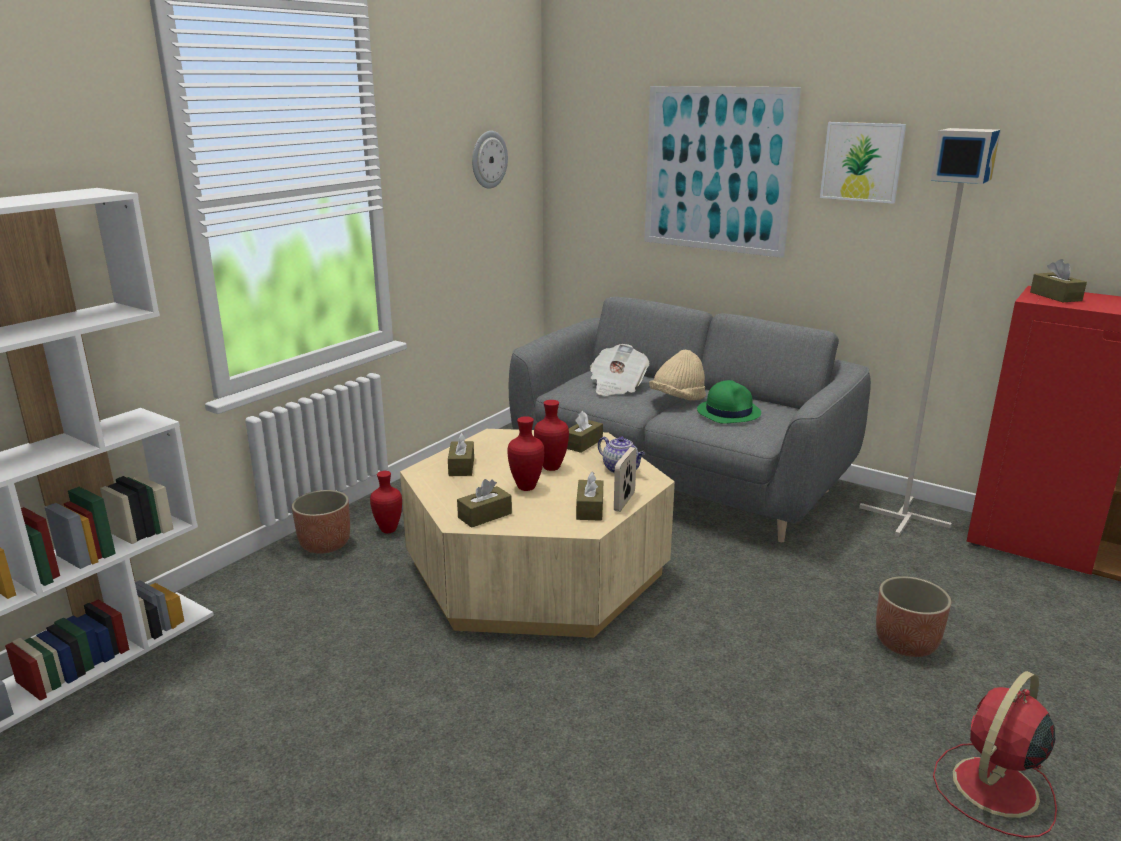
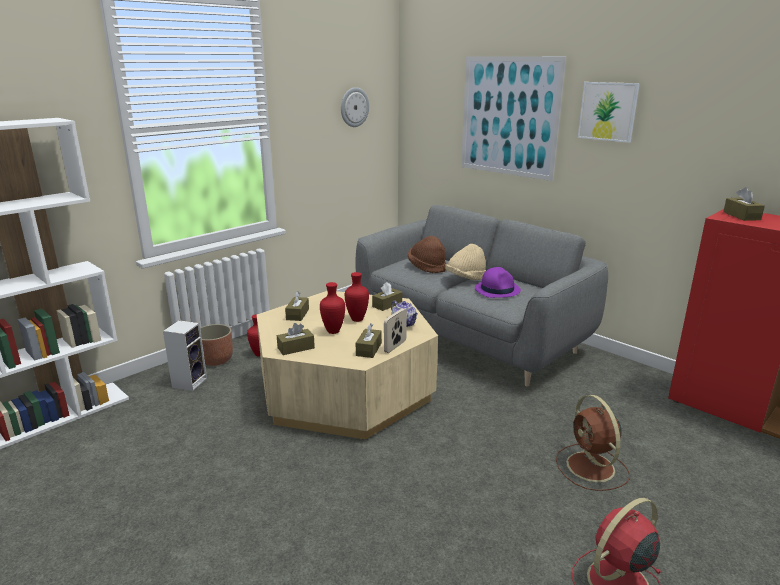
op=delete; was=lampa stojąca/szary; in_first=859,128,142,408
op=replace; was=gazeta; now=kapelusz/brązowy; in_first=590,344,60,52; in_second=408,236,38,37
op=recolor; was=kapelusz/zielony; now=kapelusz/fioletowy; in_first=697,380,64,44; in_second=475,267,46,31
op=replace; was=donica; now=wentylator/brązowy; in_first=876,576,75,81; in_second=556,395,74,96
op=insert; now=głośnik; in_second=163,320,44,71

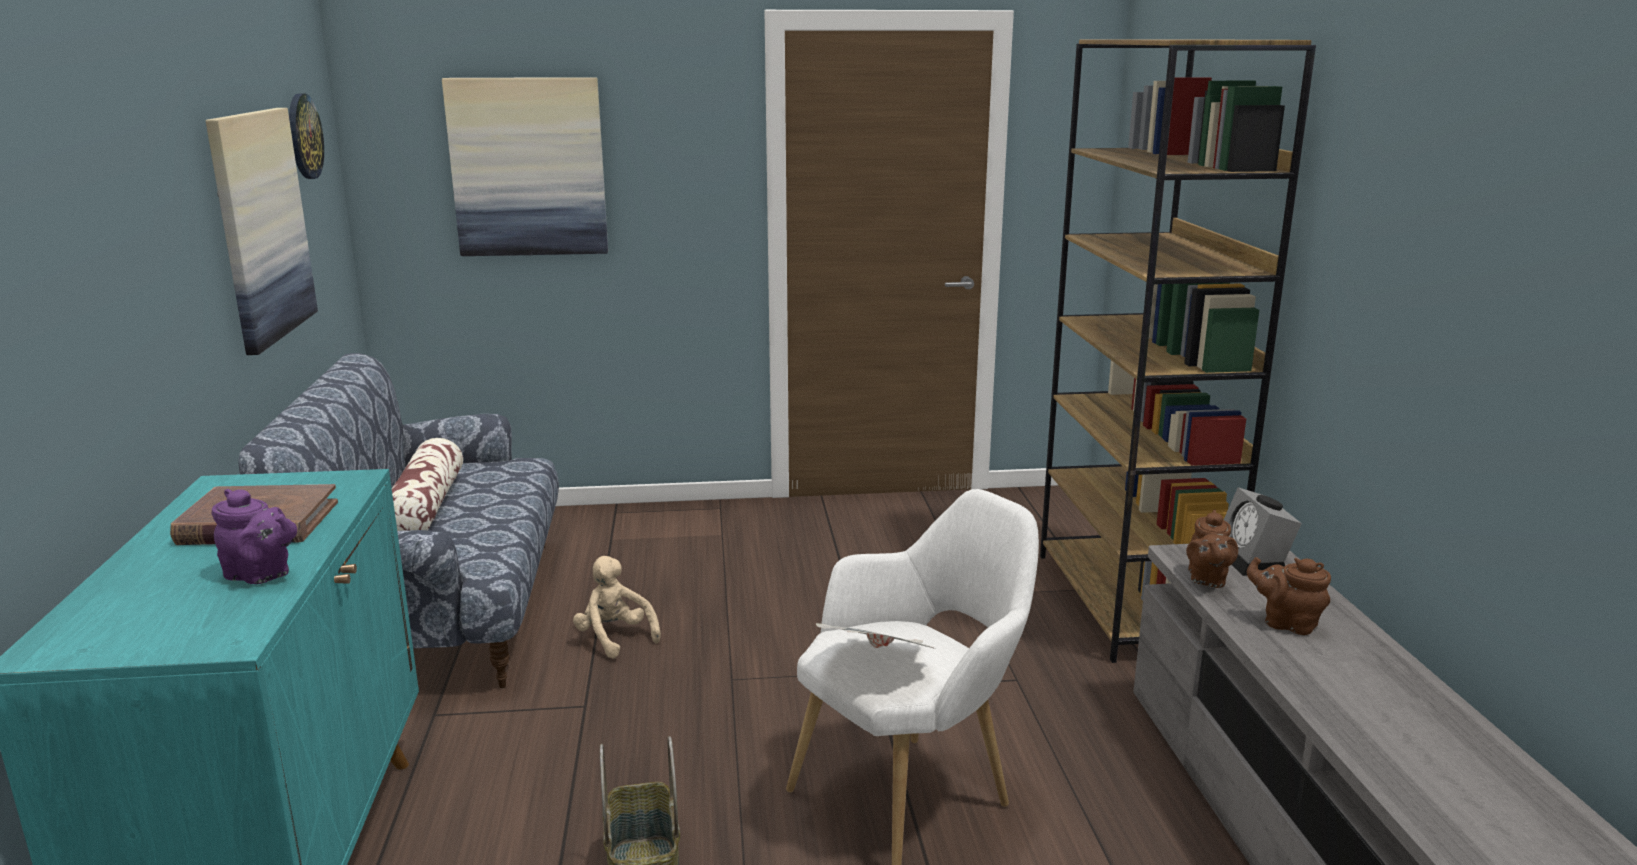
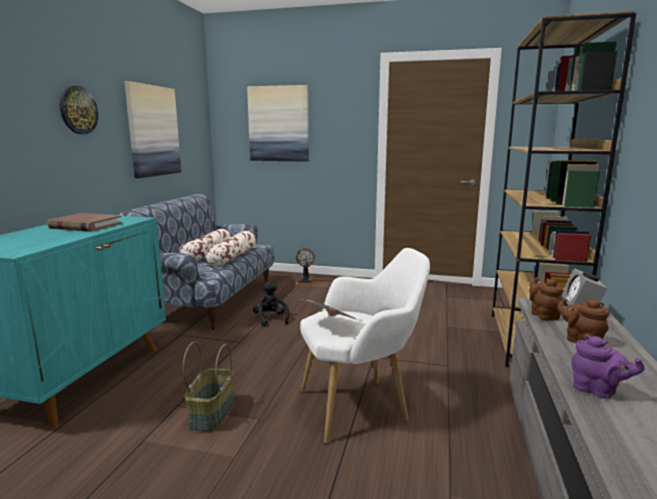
op=move; was=zegar ścienny; in_first=289,94,35,85; in_second=60,86,38,48
op=move; was=imbryk/fioletowy; in_first=212,489,85,95; in_second=571,335,74,64
op=rotate; was=imbryk/brązowy; in_first=1186,509,52,79; in_second=529,277,34,43; clockwise=135
op=recolor; was=pluszak/beżowy; now=pluszak/czarny; in_first=573,556,88,103; in_second=252,281,37,45
op=insert; now=poduszka; in_second=205,231,51,36
op=insert; now=wentylator; in_second=295,248,20,37

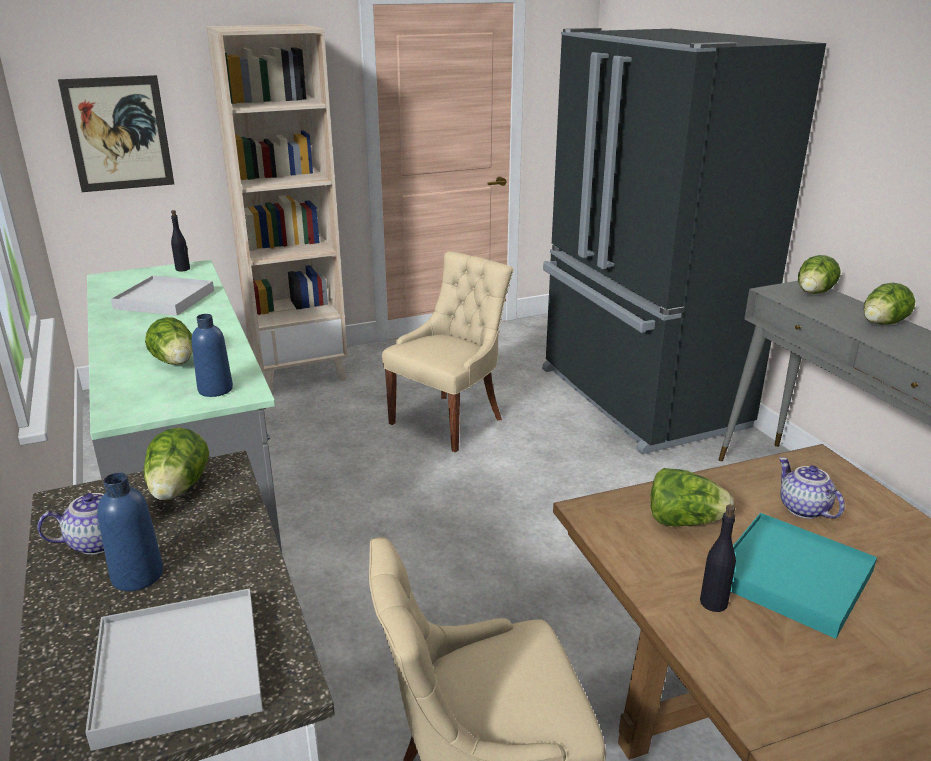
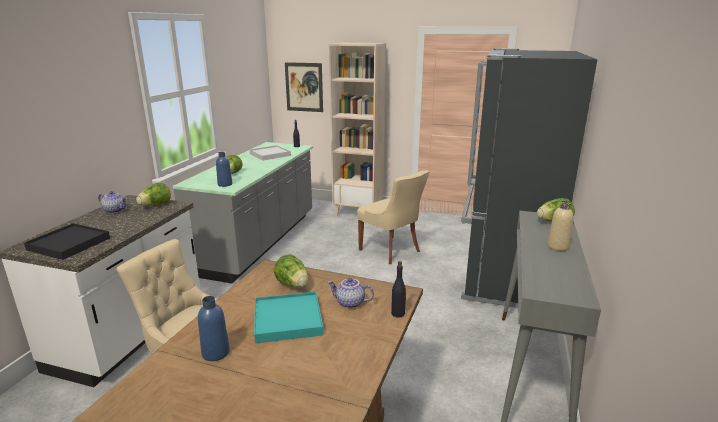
op=rotate; was=krzesło/beżowy; in_first=382,251,131,201; in_second=357,170,72,94; clockwise=60
op=replace; was=sałata; now=butelka/beżowy; in_first=863,283,52,42; in_second=547,201,27,50
op=rotate; was=imbryk; in_first=779,457,66,62; in_second=328,278,46,31; clockwise=-90
op=move; was=butelka/niebieski; in_first=97,472,66,119; in_second=198,296,32,65
op=move; was=butelka/czarny; in_first=700,505,36,107; in_second=391,261,15,57
op=recolor; was=taca/biały; now=taca/czarny; in_first=85,589,178,162; in_second=24,223,86,37

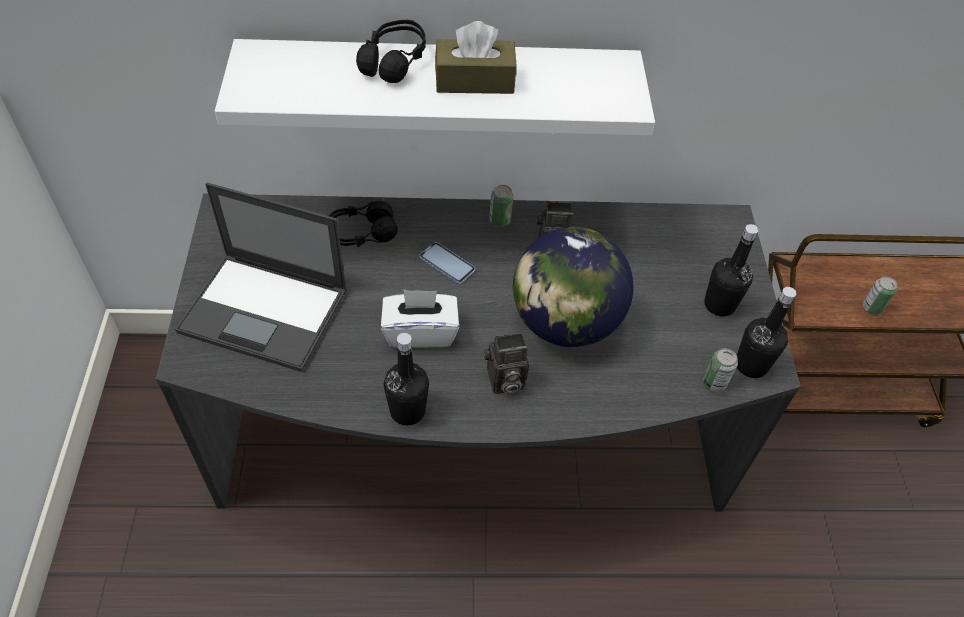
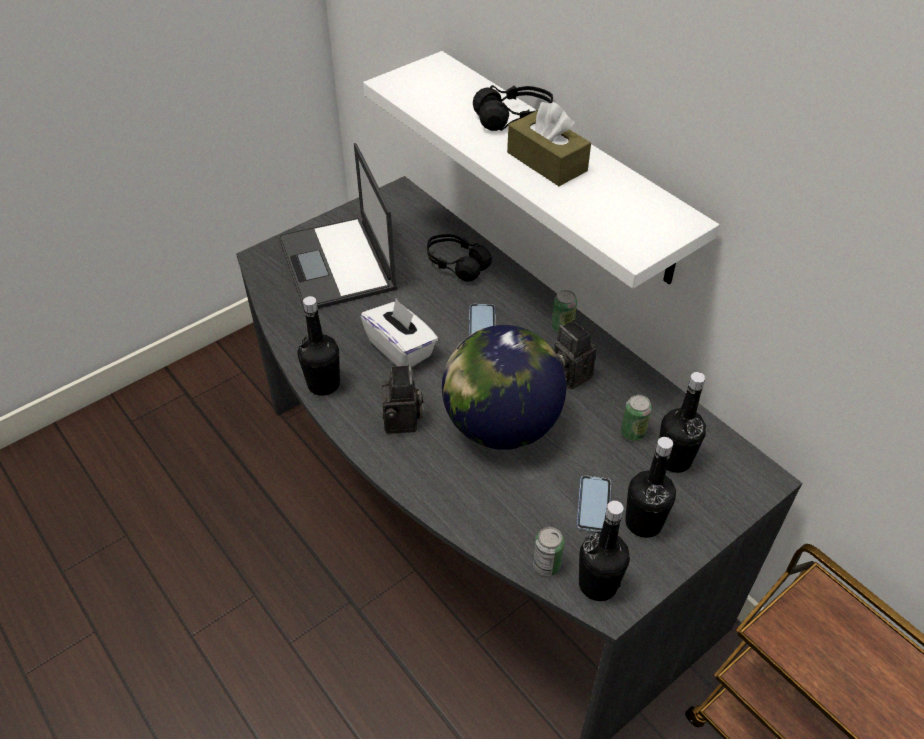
op=move; was=puszka; in_first=863,276,34,39; in_second=621,395,31,46
op=rotate; was=aparat fotograficzny; in_first=484,333,45,61; in_second=382,363,42,71; clockwise=-135
op=insert; now=butelka/czarny; in_second=659,372,47,101
op=insert; now=telefon; in_second=577,475,34,57

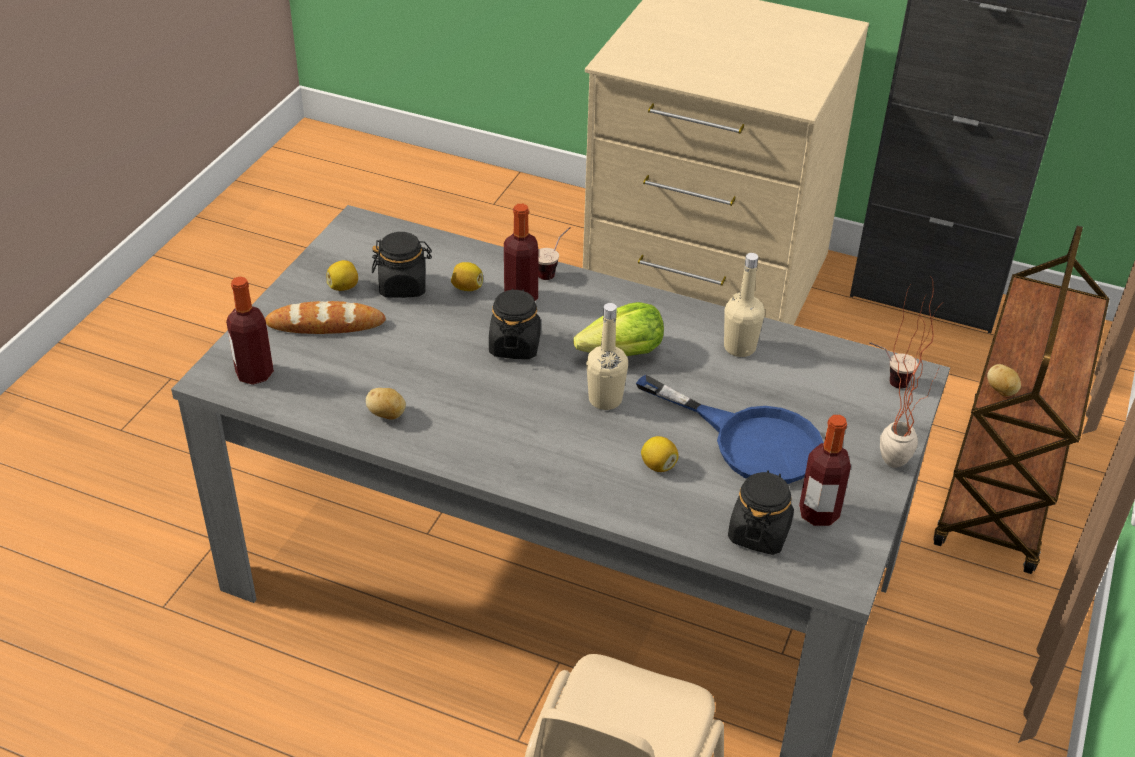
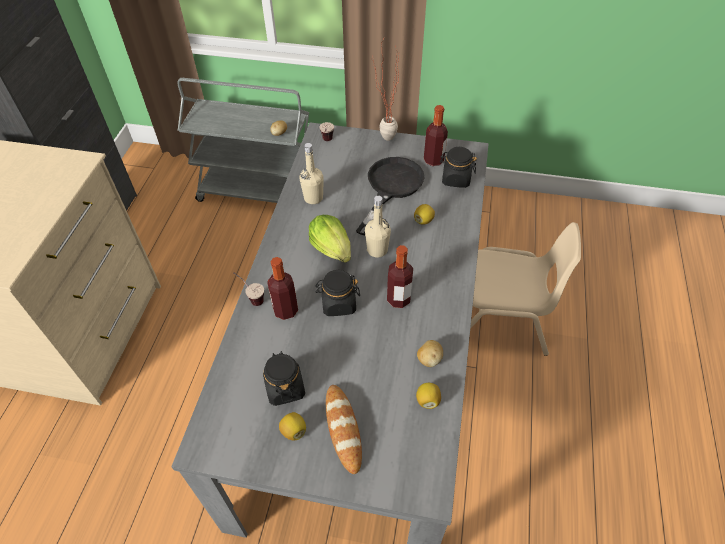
op=recolor; was=wózek/brązowy; now=wózek/szary; in_first=933,225,177,349; in_second=177,78,132,125
op=move; was=cytryna; in_first=451,262,32,29; in_second=416,383,25,26
op=move; was=butelka; in_first=226,277,48,108; in_second=387,245,26,63
op=recolor; was=patelnia/niebieski; now=patelnia/czarny; in_first=636,374,188,110; in_second=356,157,69,78

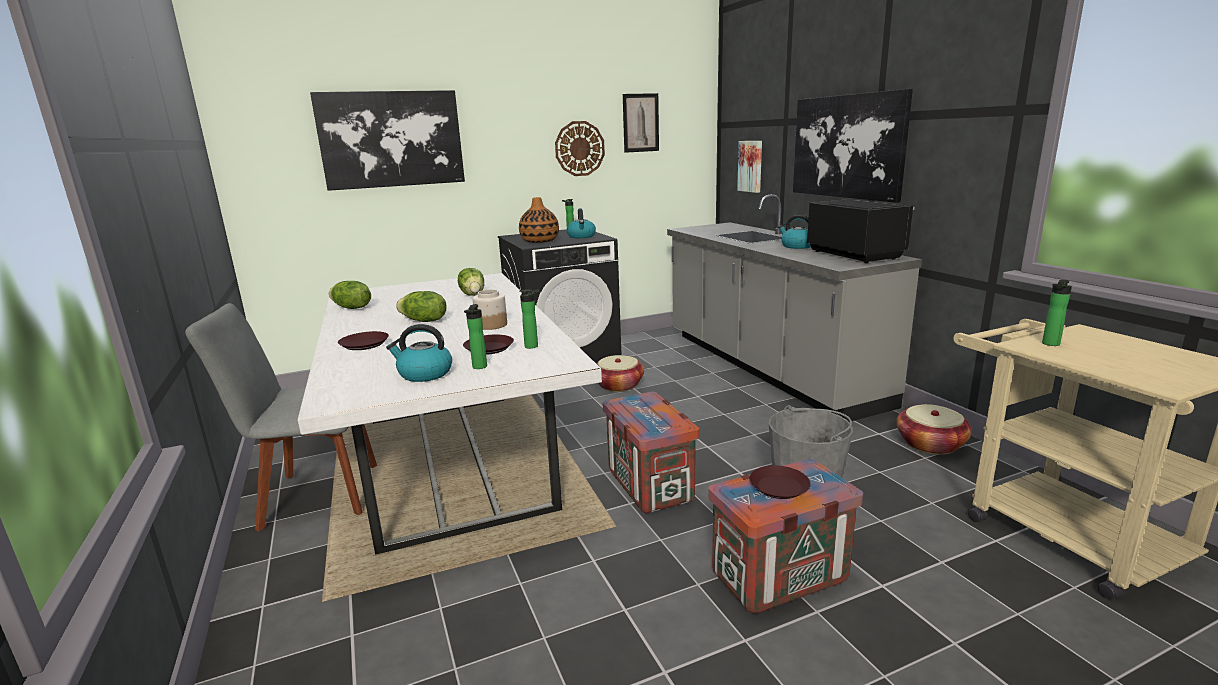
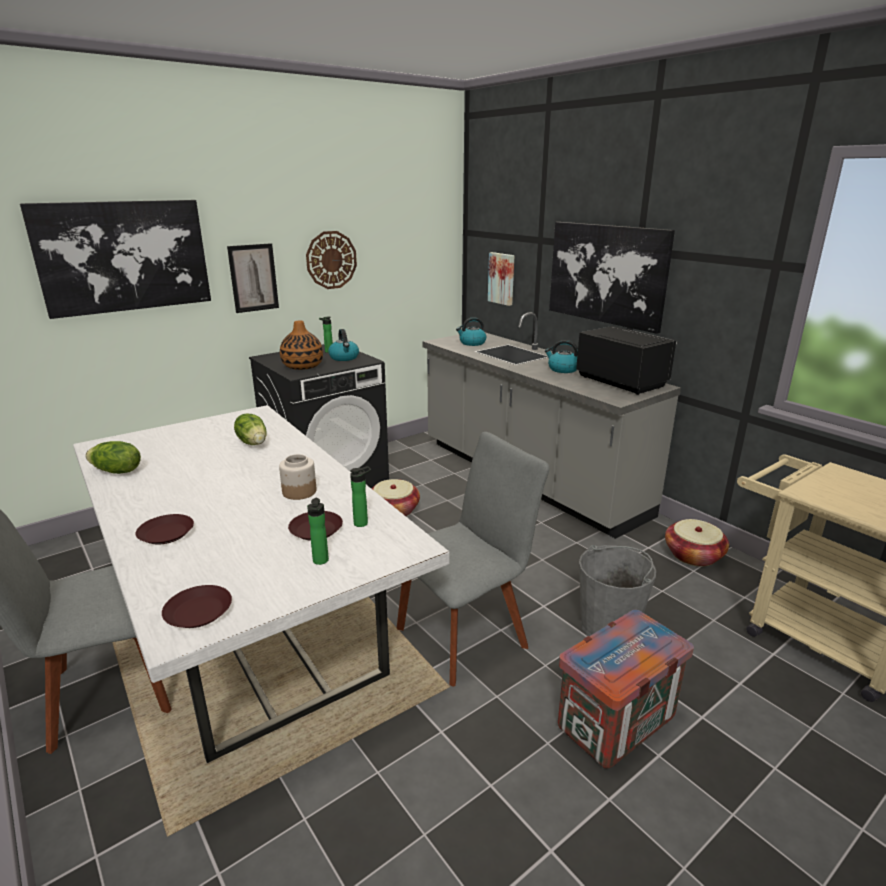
op=move; was=obraz; in_first=623,93,36,60; in_second=227,243,52,70
op=delete; was=butelka; in_first=1042,280,30,66
op=delete; was=sałata; in_first=396,291,51,31
op=move; was=czajnik; in_first=386,324,66,58; in_second=456,317,30,29
op=replace; was=skrzynka; now=krzesło/szary; in_first=603,392,96,121; in_second=397,432,152,254
op=move; was=talerz/brązowy; in_first=750,465,61,34; in_second=162,585,70,43

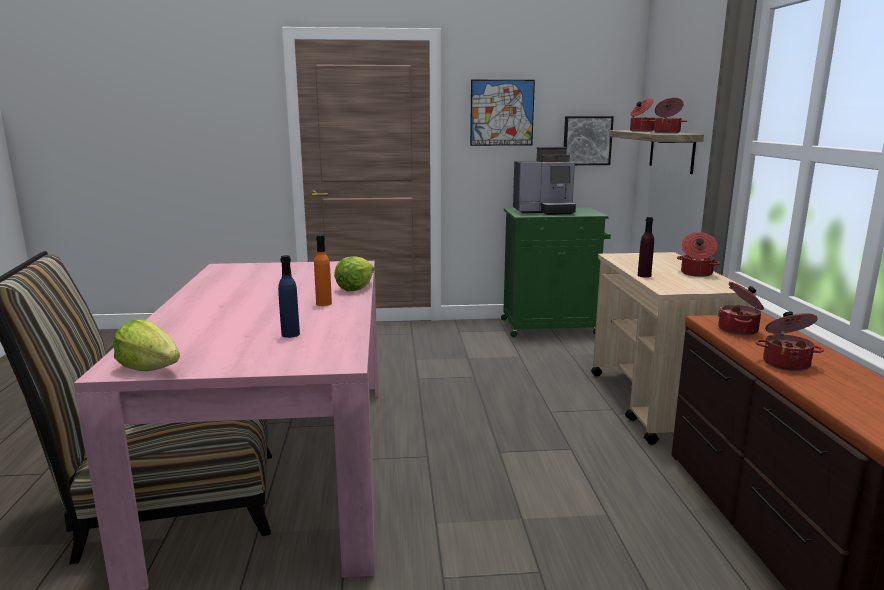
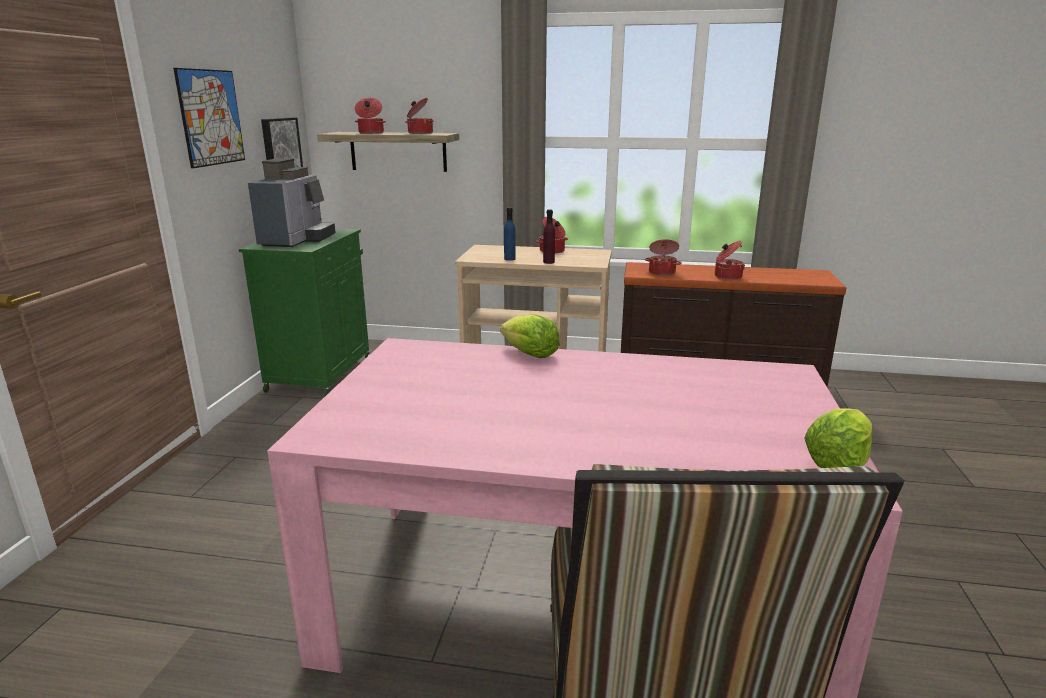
op=delete; was=butelka/pomarańczowy; in_first=314,235,18,71
op=move; was=butelka/niebieski; in_first=278,255,22,83; in_second=504,207,12,54

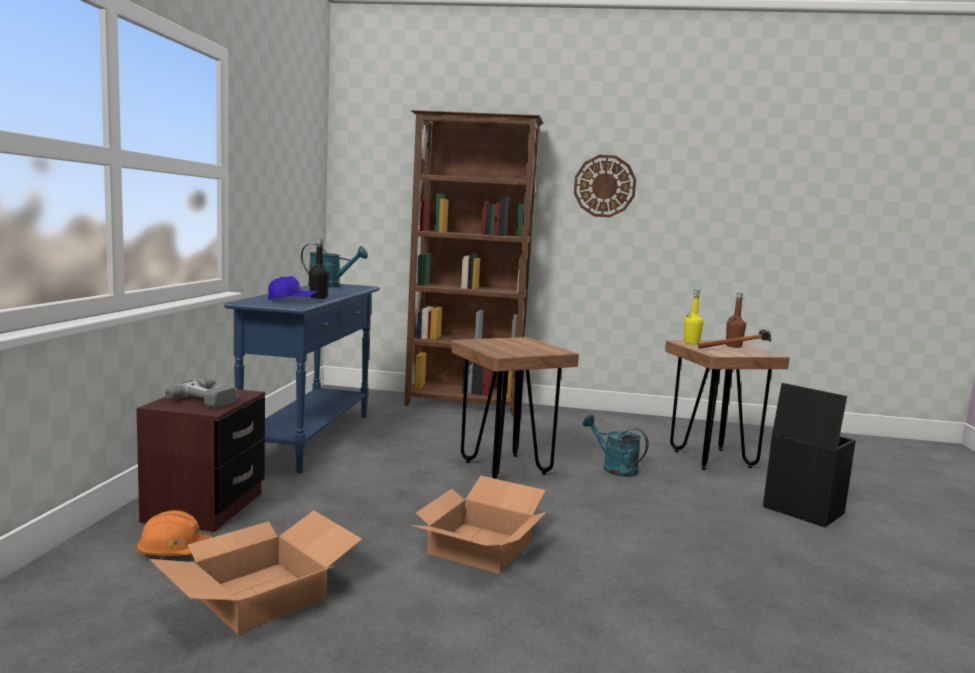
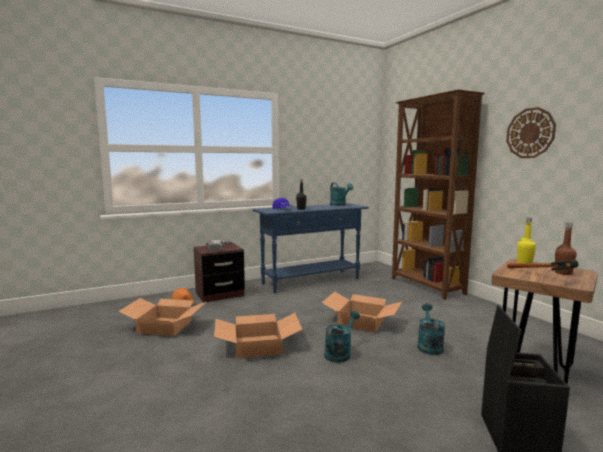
op=replace; was=stołek/brązowy; now=karton; in_first=451,337,128,142; in_second=322,292,80,40
op=insert; now=konewka/turkusowy; in_second=324,310,36,53

